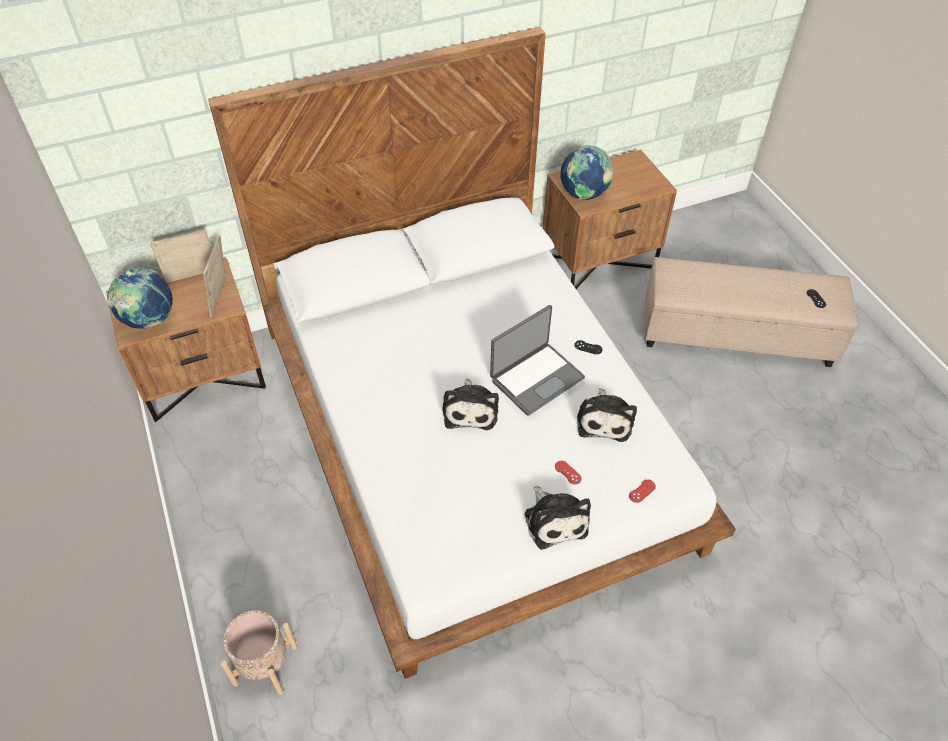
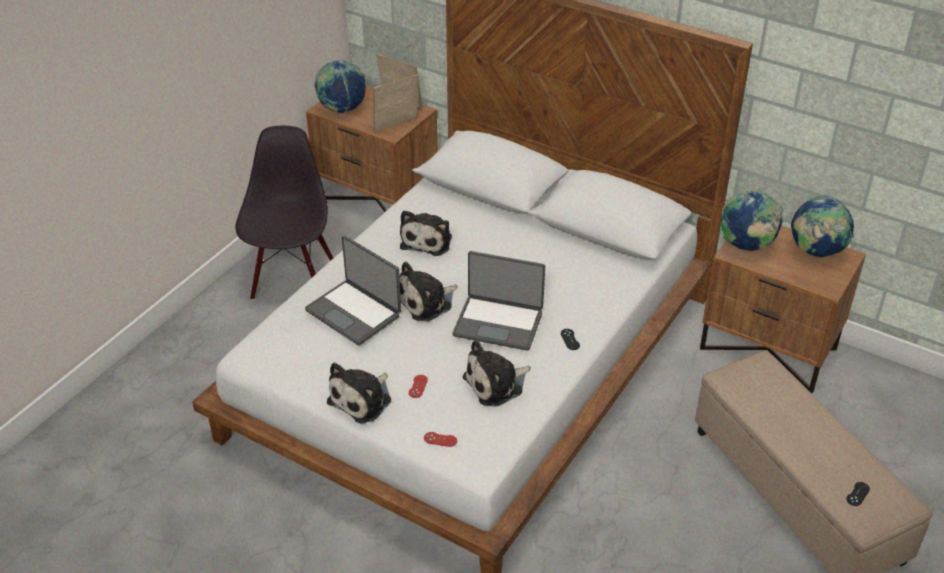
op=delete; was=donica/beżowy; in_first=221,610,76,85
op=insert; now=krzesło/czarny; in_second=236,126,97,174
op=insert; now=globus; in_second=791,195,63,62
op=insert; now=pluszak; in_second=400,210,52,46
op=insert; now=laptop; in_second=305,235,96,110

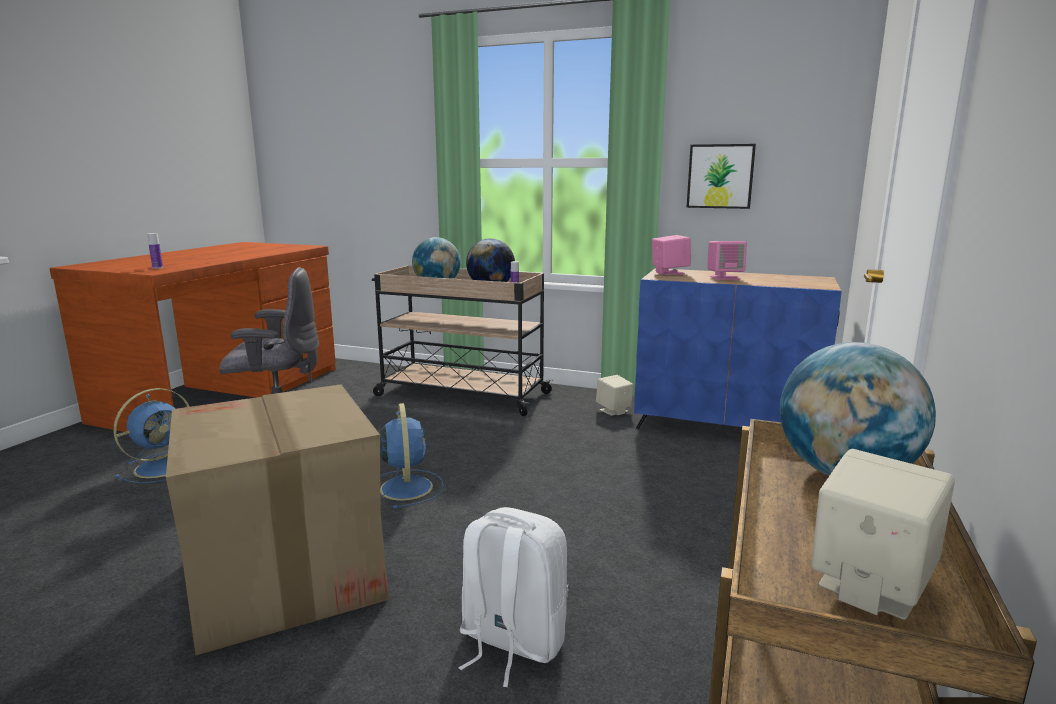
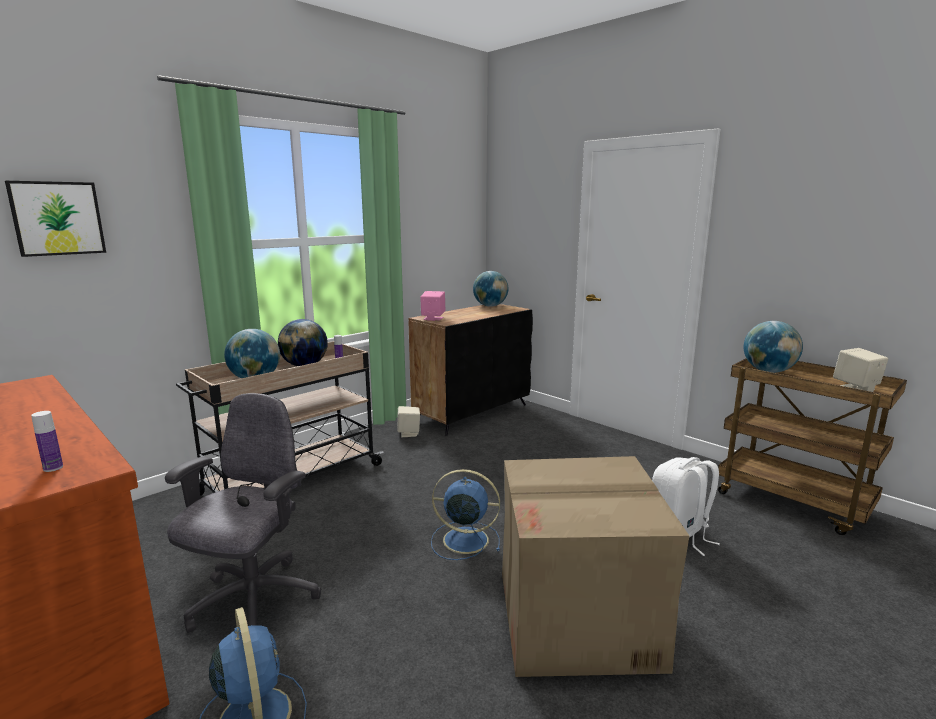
op=move; was=obraz; in_first=686,144,70,65; in_second=5,181,101,76
op=delete; was=głośnik/różowy; in_first=707,241,40,39
op=recolor; was=szafka/niebieski; now=szafka/czarny; in_first=634,268,208,161; in_second=408,304,125,131
op=insert; now=globus; in_second=473,271,35,36

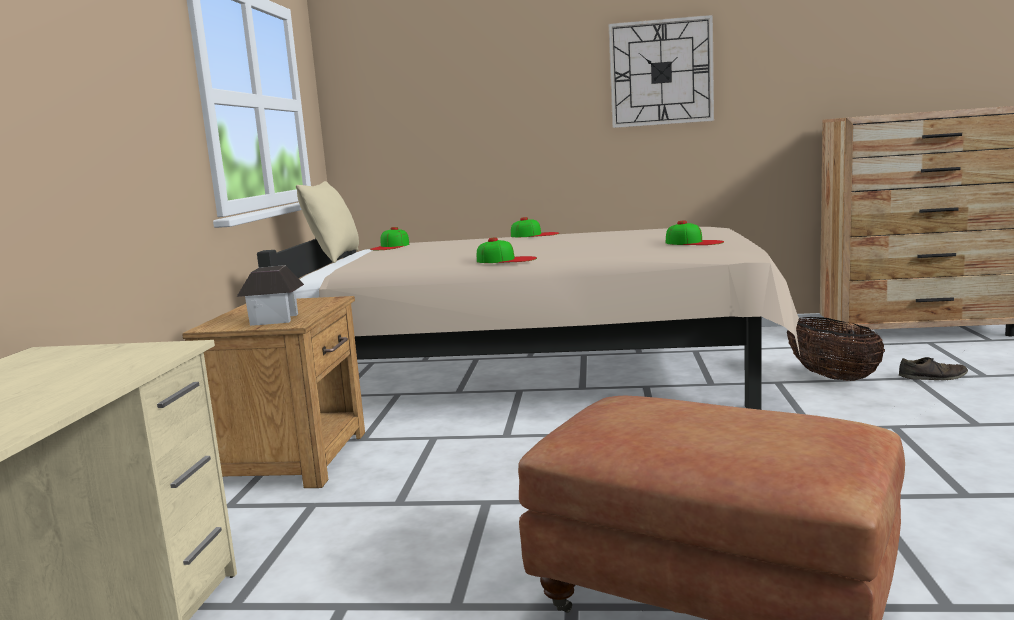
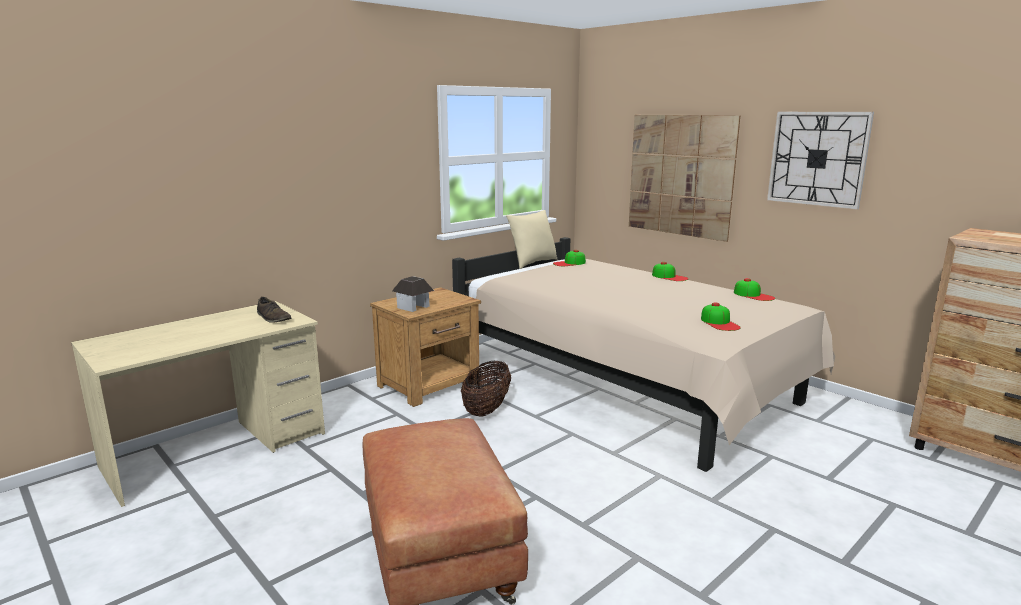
op=move; was=czapka z daszkiem; in_first=477,237,60,26; in_second=734,278,41,23
op=move; was=koszyk; in_first=787,317,98,64; in_second=461,361,50,56
op=move; was=but/brązowy; in_first=899,357,69,23; in_second=257,297,34,26
op=insert; now=obraz; in_second=629,115,111,127

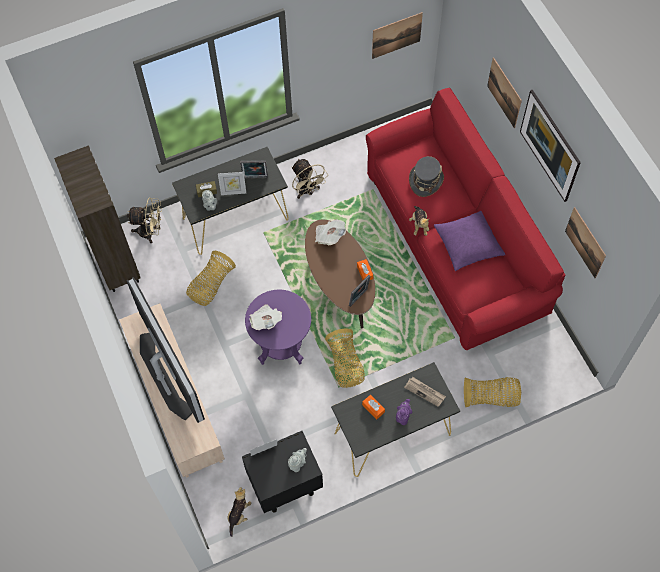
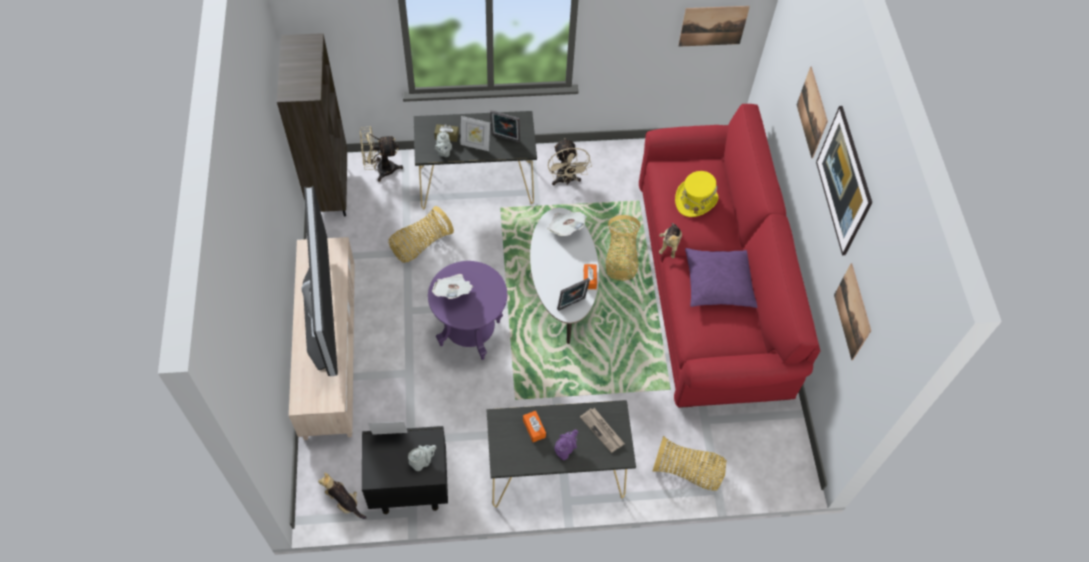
op=recolor; was=kapelusz/szary; now=kapelusz/żółty; in_first=409,156,35,41; in_second=675,171,43,46
op=rotate; was=wentylator/beżowy; in_first=127,198,35,45; in_second=360,126,43,56; clockwise=150
op=recolor; was=ława/brązowy; now=ława/biały; in_first=305,219,70,109; in_second=530,208,69,136
op=move; was=koszyk; in_first=325,329,40,59; in_second=606,215,34,66
op=rotate; was=pluszak; in_first=227,487,24,50; in_second=318,473,49,46; clockwise=-90

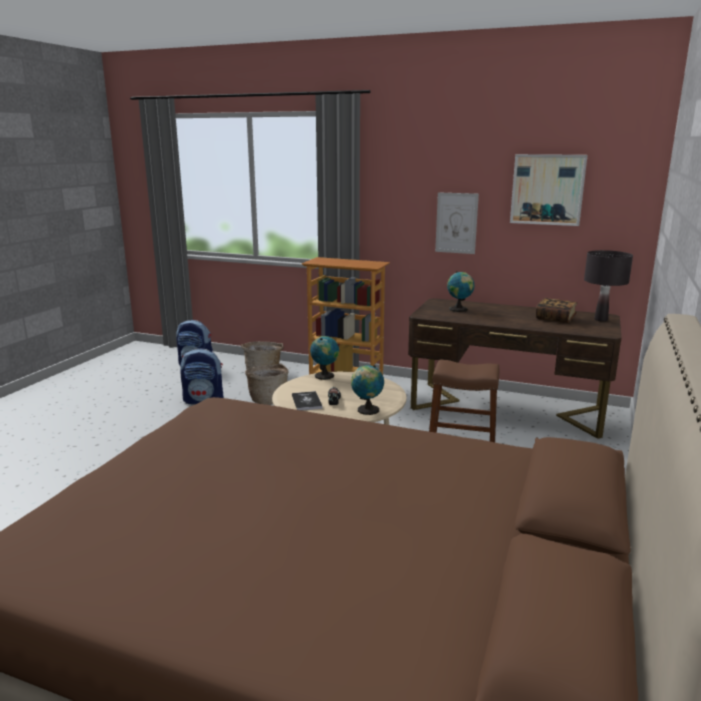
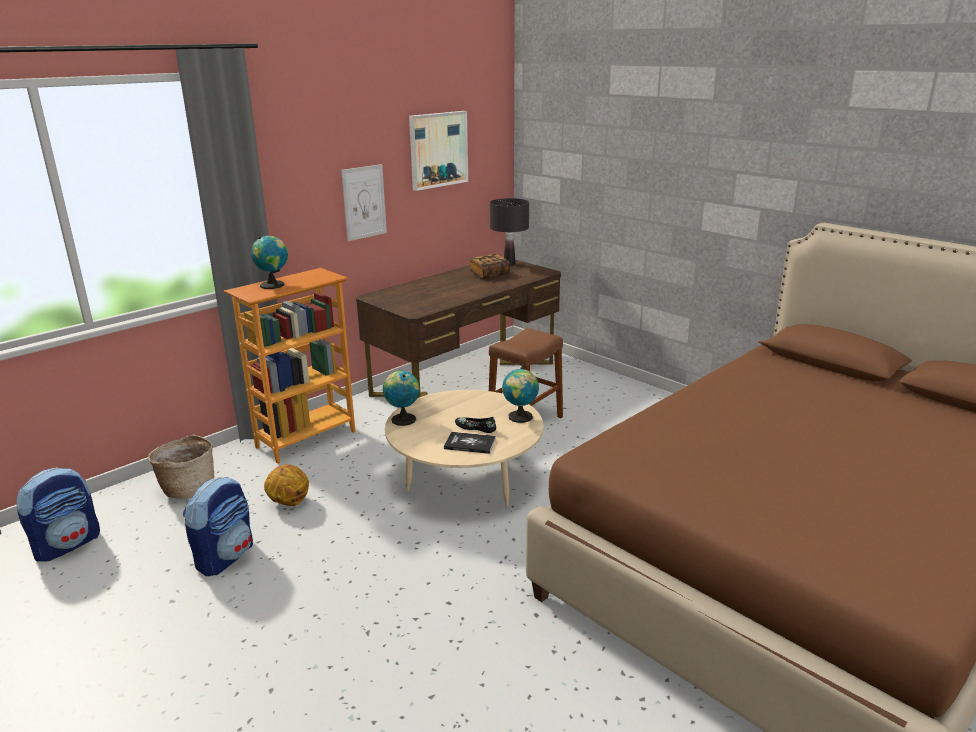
op=move; was=globus; in_first=447,271,27,41; in_second=251,236,37,53
op=replace; was=koszyk; now=piłka do koszykówki; in_first=245,364,43,41; in_second=264,464,45,42

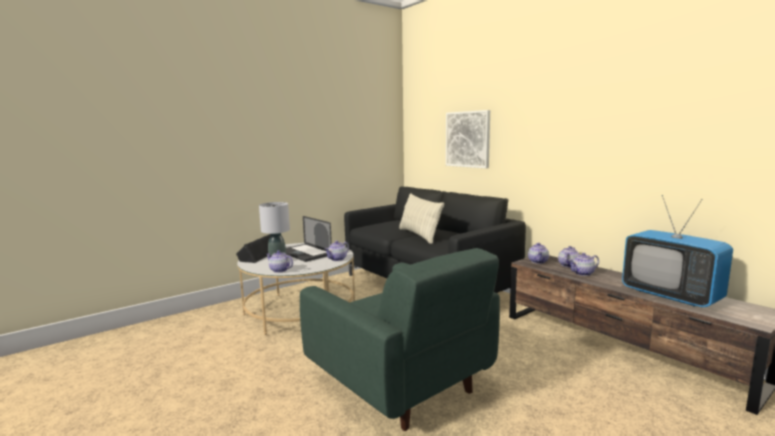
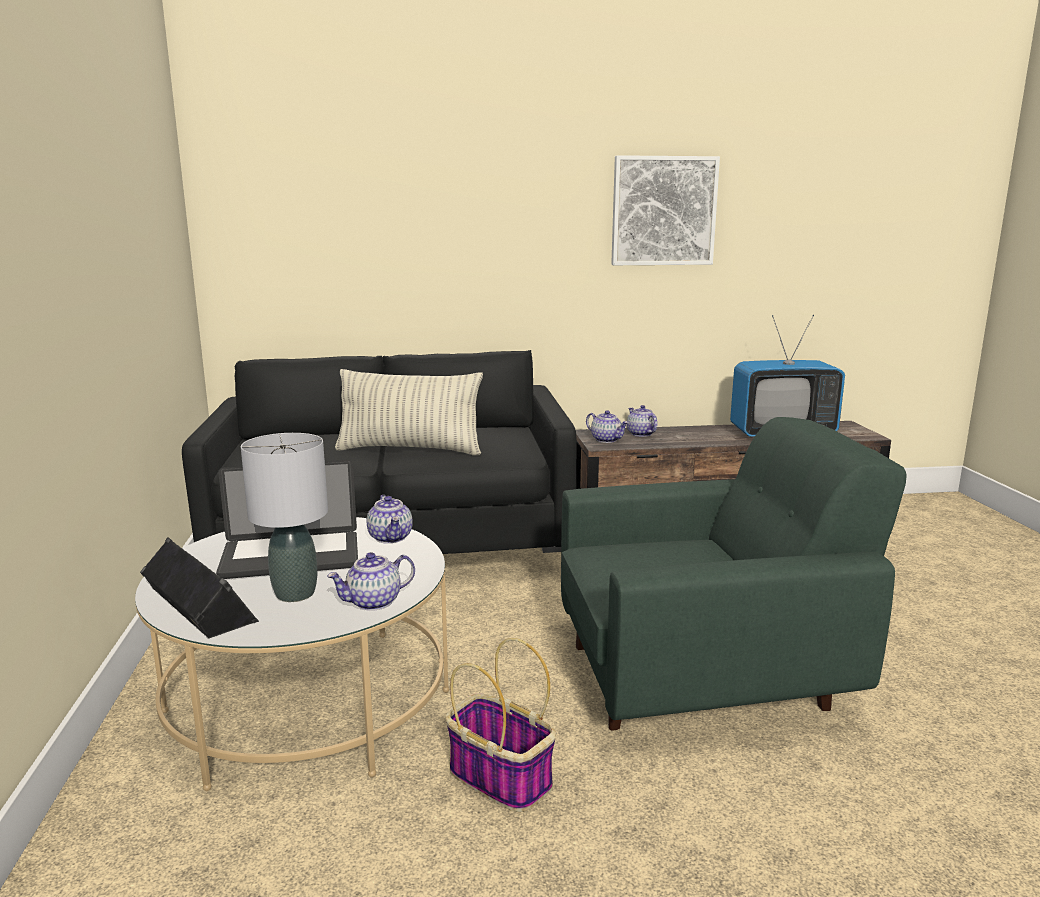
op=move; was=obraz; in_first=446,110,44,58; in_second=611,155,109,110
op=delete; was=imbryk; in_first=568,253,31,23
op=insert; now=koszyk; in_second=446,638,110,174

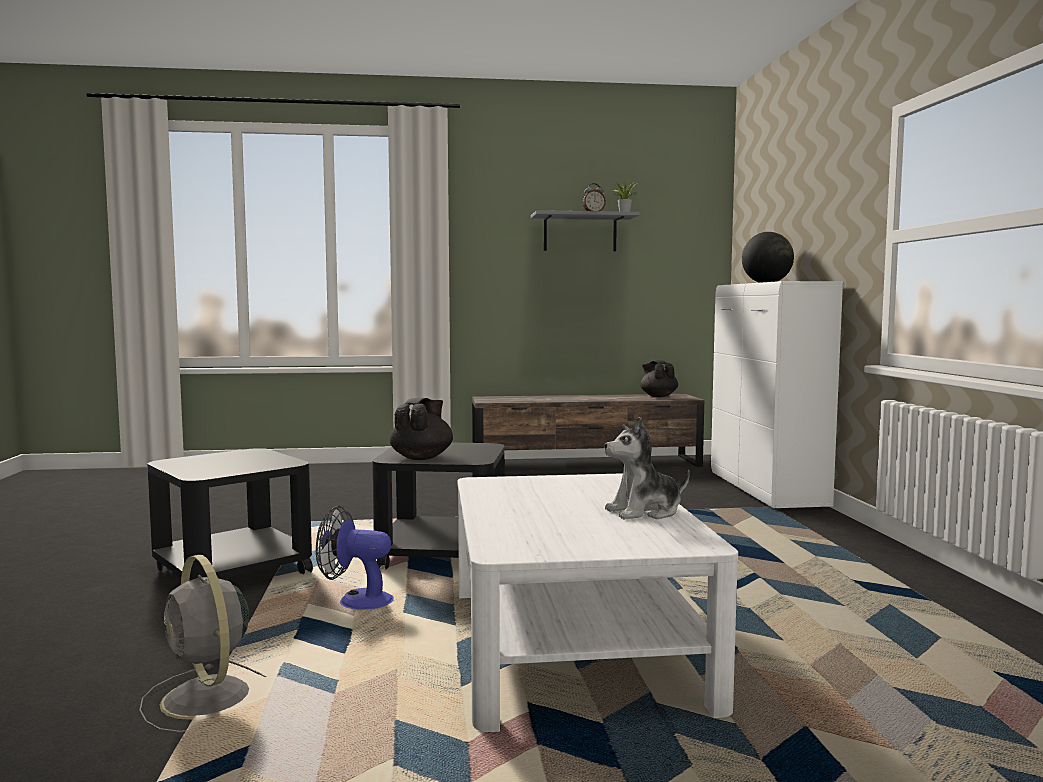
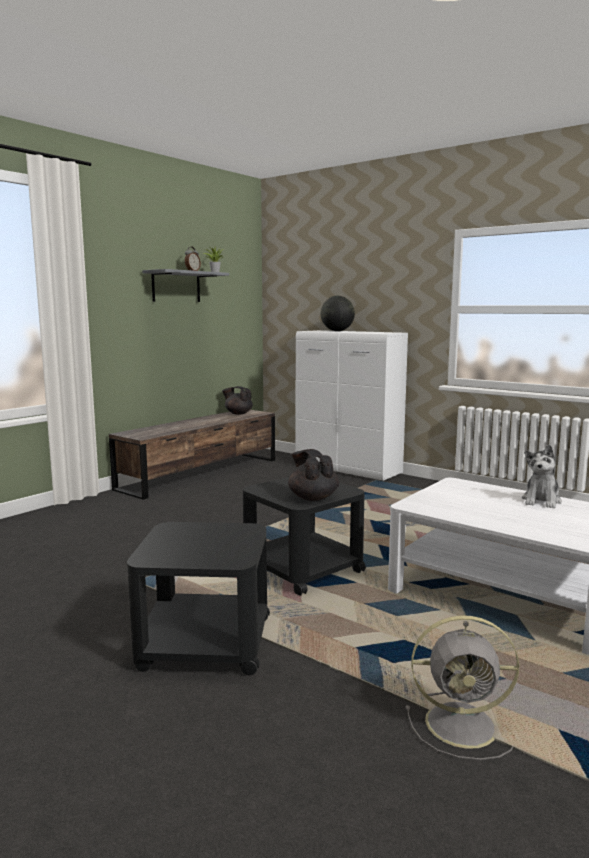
op=delete; was=wentylator; in_first=316,506,78,104

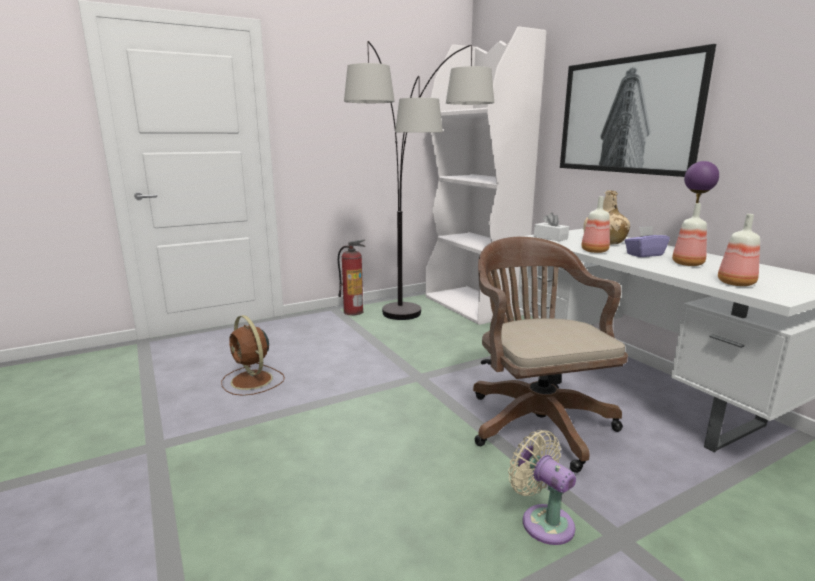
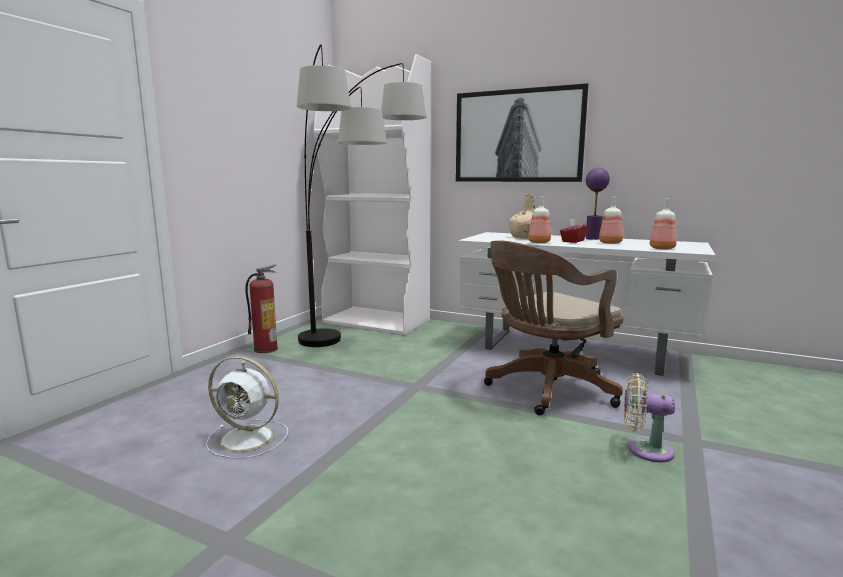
op=delete; was=pudełko chusteczek/biały; in_first=534,213,35,28
op=recolor; was=pudełko chusteczek/fioletowy; now=pudełko chusteczek/czerwony; in_first=625,226,45,31; in_second=560,219,27,24
op=rotate; was=krzesło biurowe/brązowy; in_first=473,237,155,236; in_second=484,241,140,174; clockwise=-75
op=recolor; was=wentylator/brązowy; now=wentylator/biały; in_first=221,315,64,81; in_second=206,356,82,102

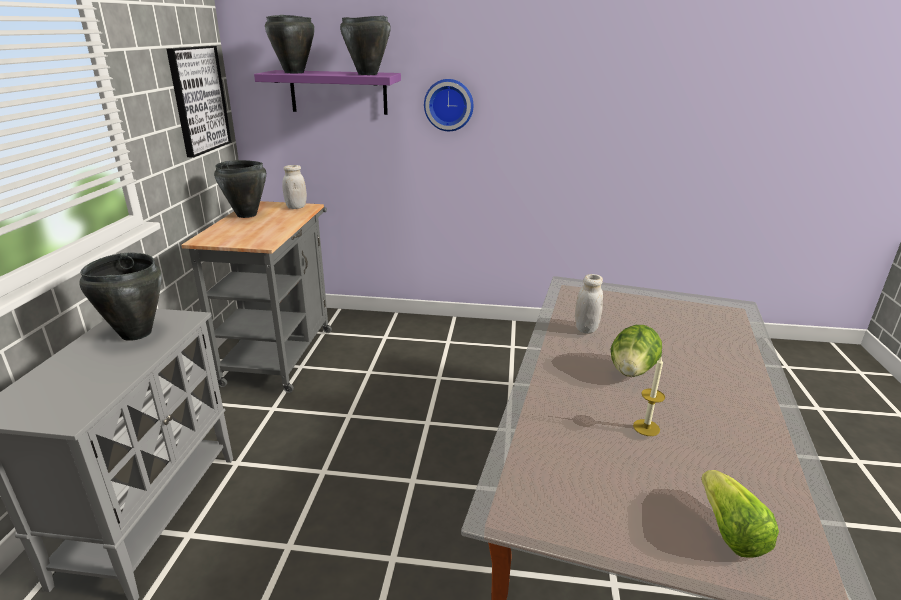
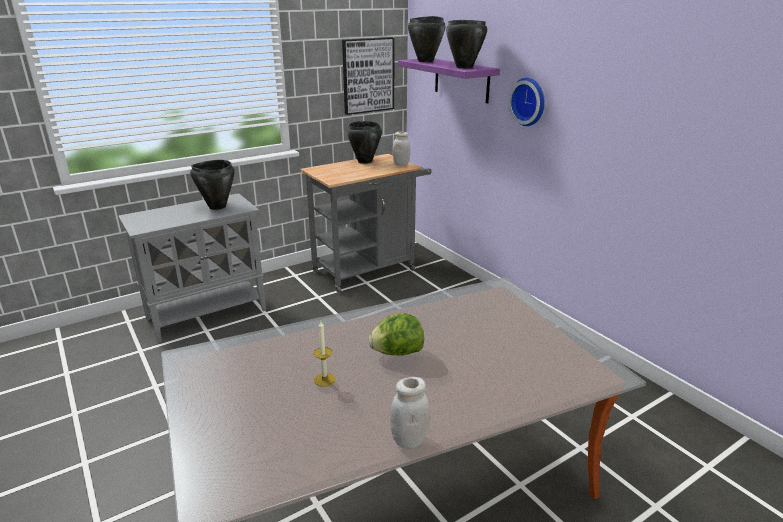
op=move; was=słoik/biały; in_first=575,274,28,60; in_second=390,377,40,72
op=delete; was=sałata; in_first=701,470,78,88

